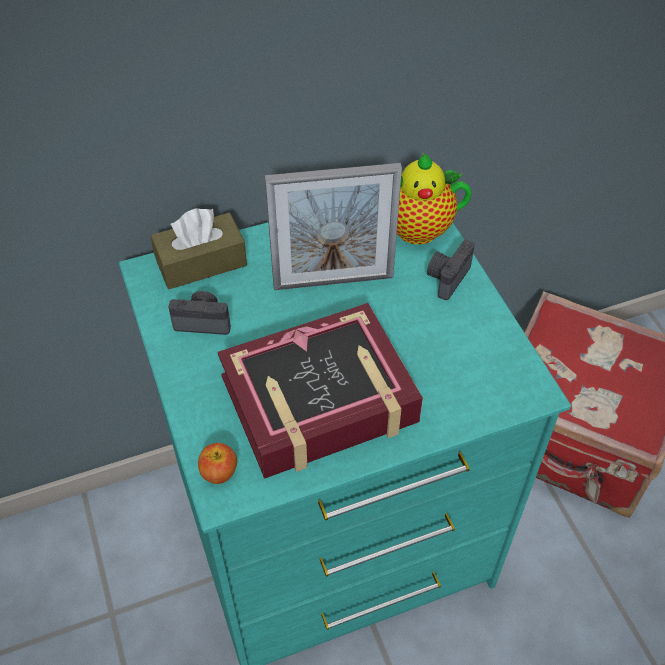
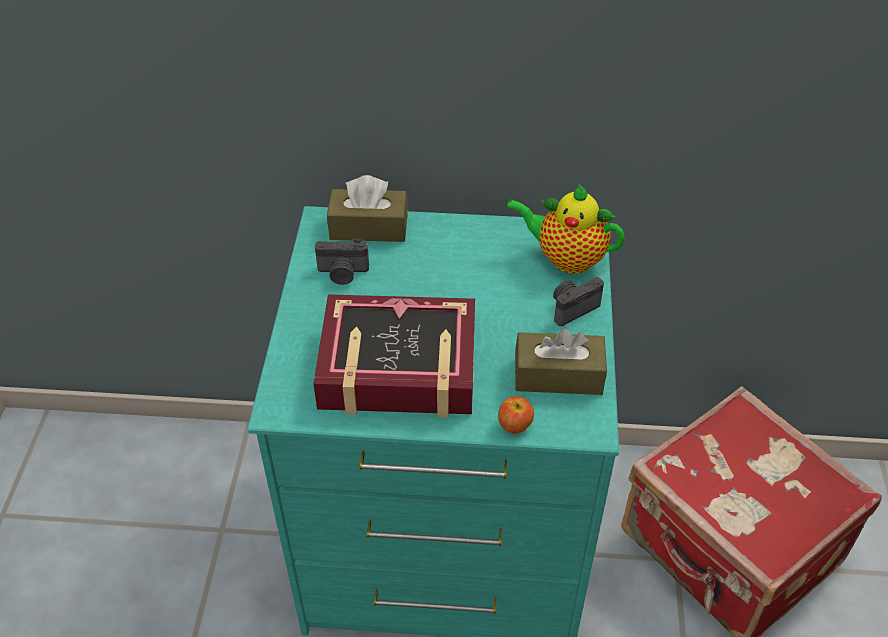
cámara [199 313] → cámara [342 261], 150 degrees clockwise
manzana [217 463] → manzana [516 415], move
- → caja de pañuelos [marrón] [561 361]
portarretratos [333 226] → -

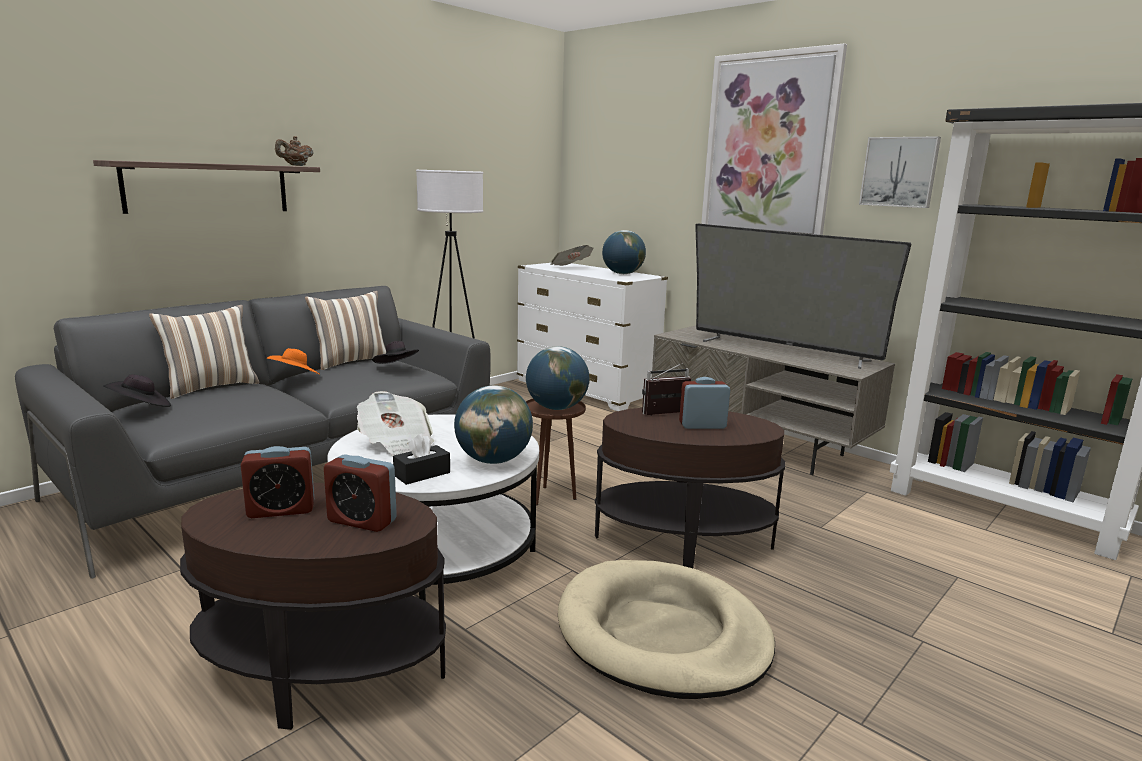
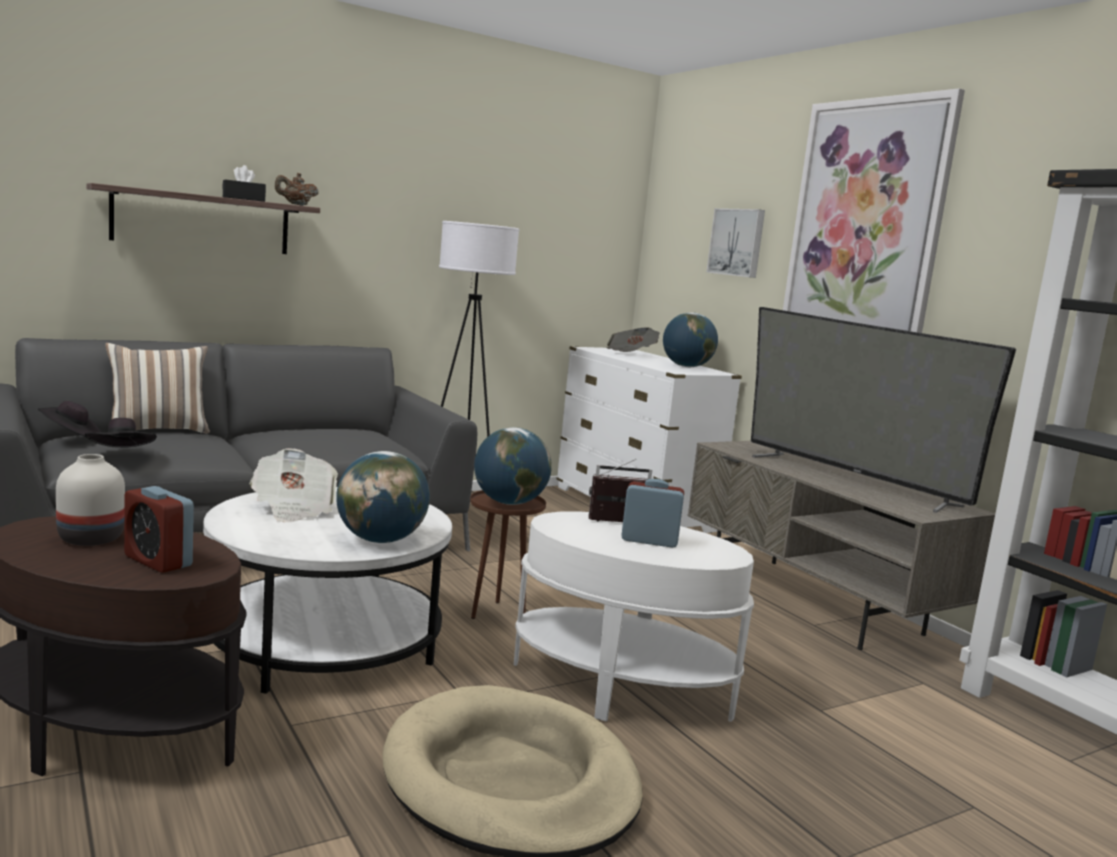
despertador [277 482] → florero [blanco] [90 500]
sombrero [negro] [395 352] → sombrero [negro] [121 433], move
caja de pañuelos [negro] [421 459] → caja de pañuelos [negro] [244 183], move
mesa auxiliar [marrón] [690 488] → mesa auxiliar [blanco] [634 616]
cuadro [900 172] → cuadro [736 243], move
sombrero [naranja] [293 361] → -
cojín [345 330] → -

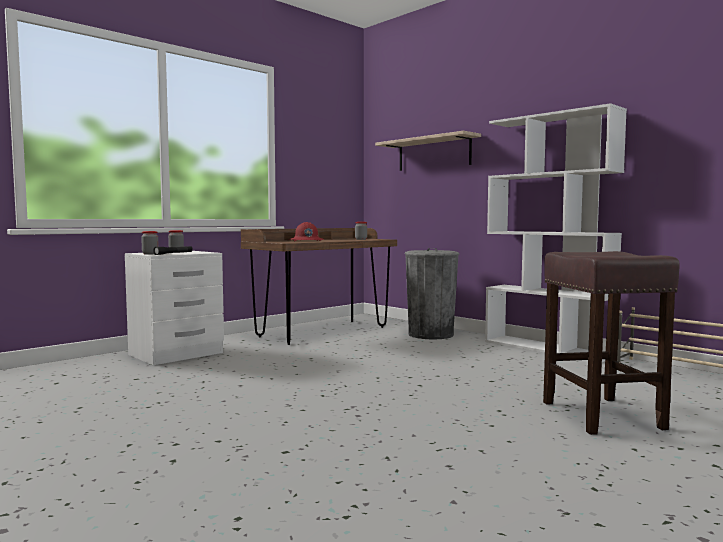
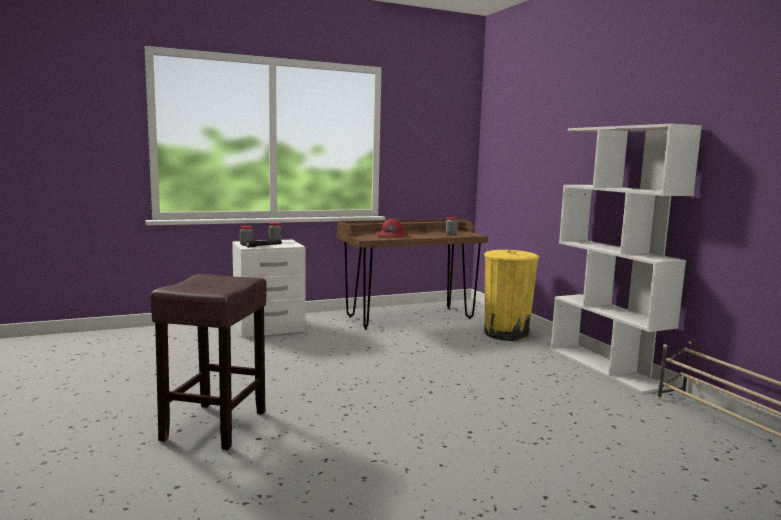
taburete [marrón] [611 343] → taburete [marrón] [208 362], move
papelera [gris] [432 294] → papelera [amarillo] [511 295]
estante [428 151] → -

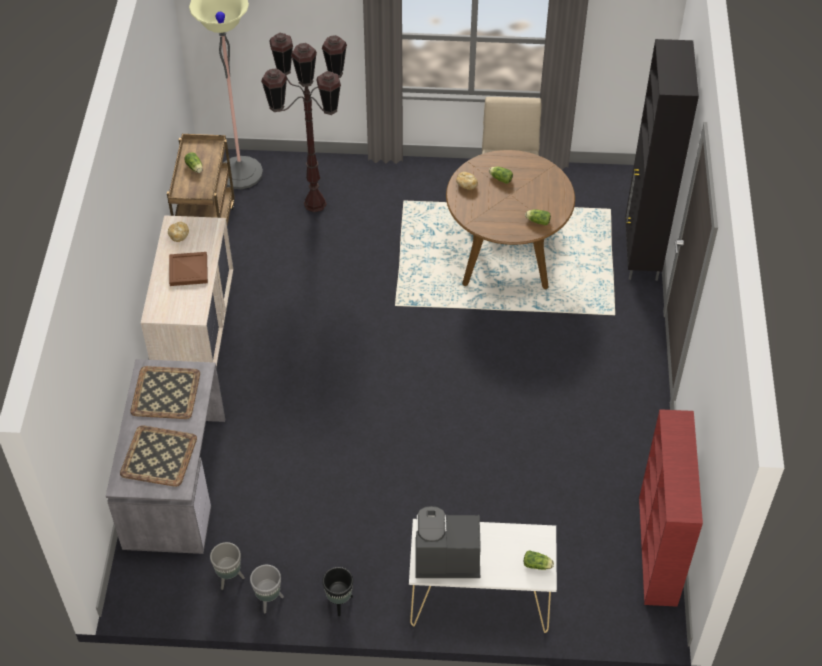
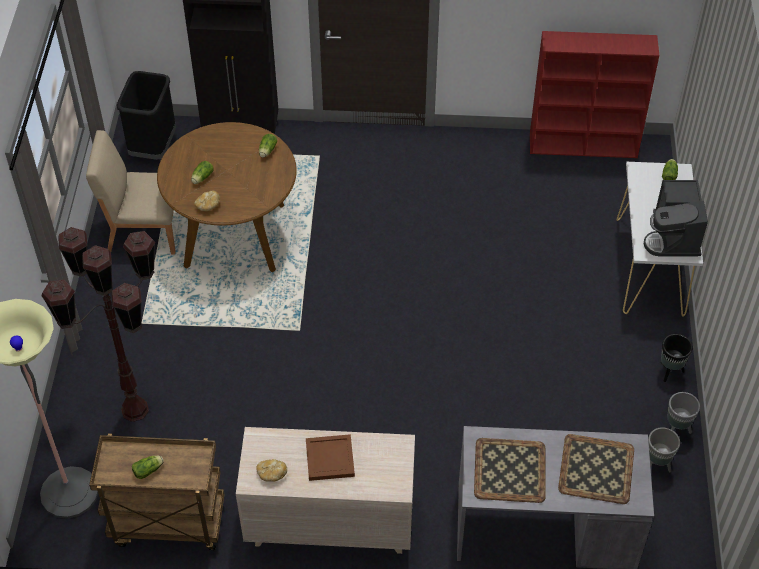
- → papelera [negro] [146 115]

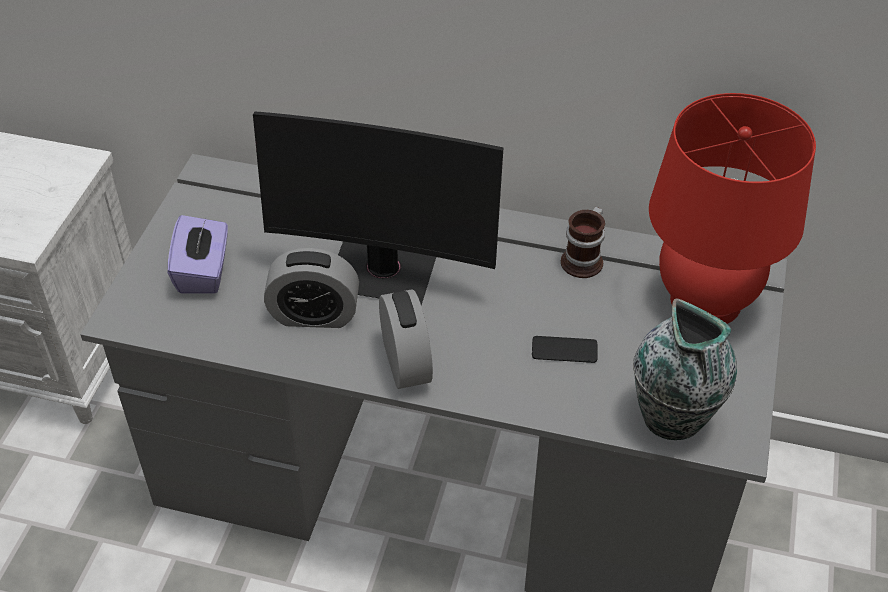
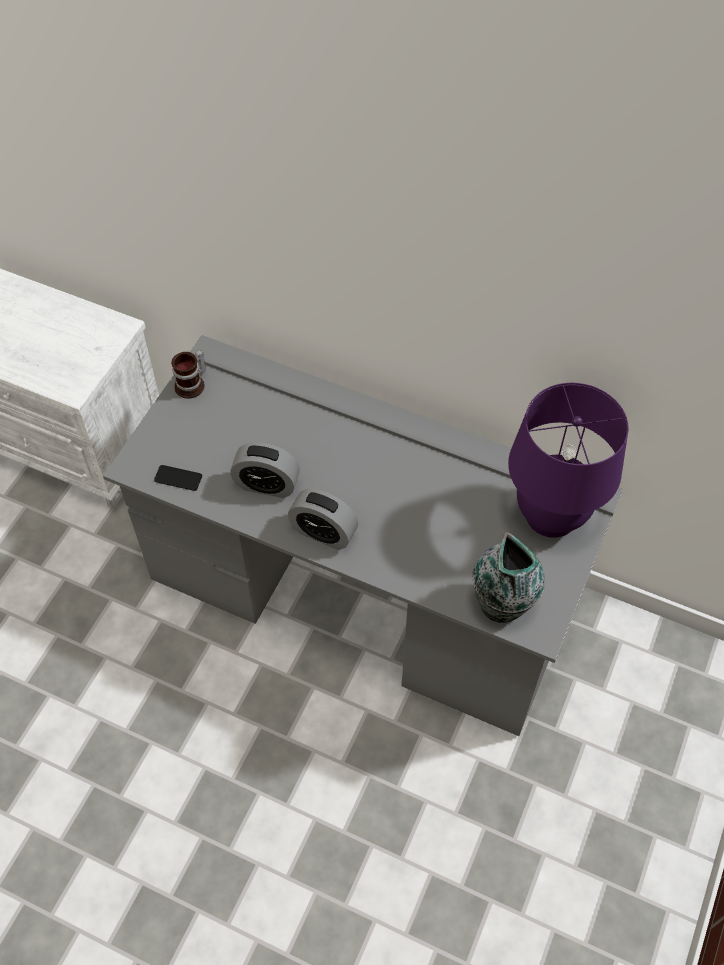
móvil [565 349] → móvil [178 478], move
taza grande [583 242] → taza grande [188 374], move
despertador [406 339] → despertador [323 519], 120 degrees clockwise
lámpara de mesa [rojo] [732 208] → lámpara de mesa [morado] [568 460]
caja de pañuelos [morado] [198 254] → -
monitor [378 208] → -

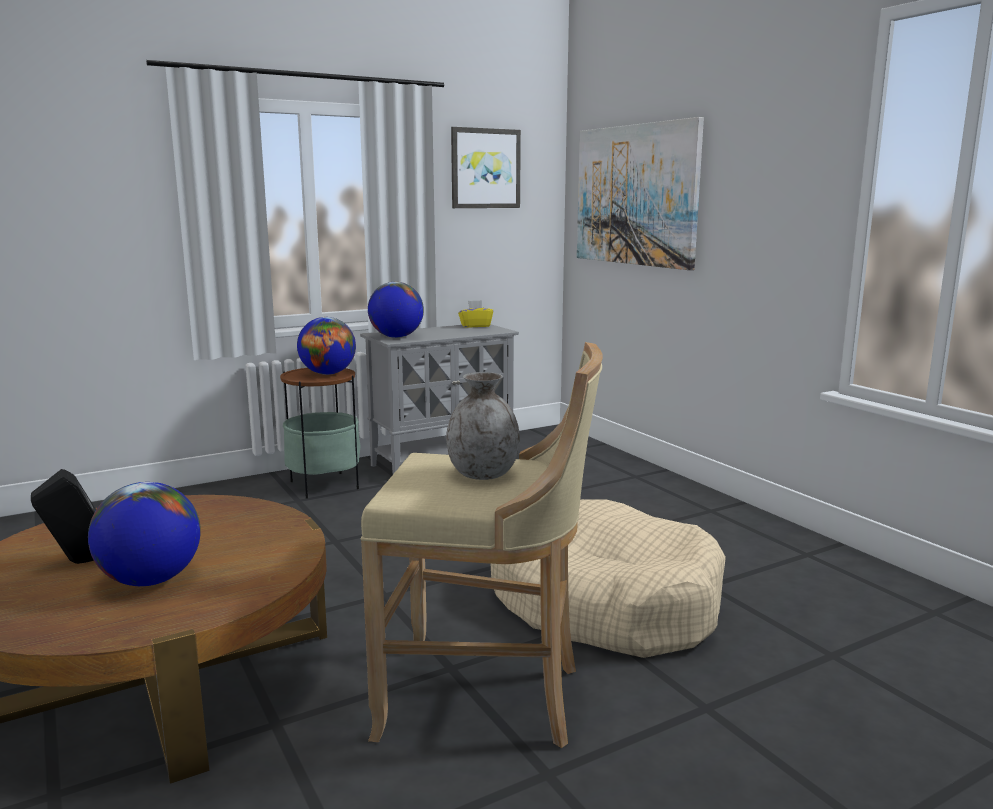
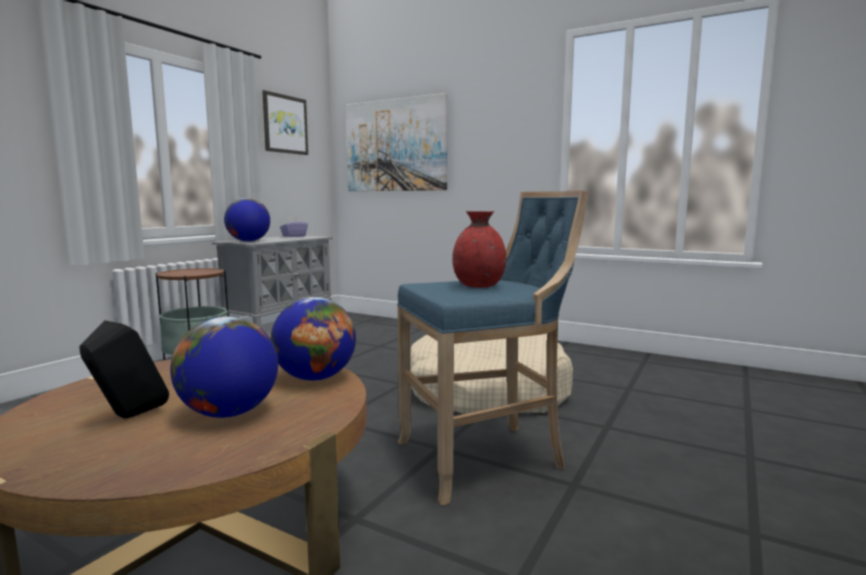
globo terráqueo [326 346] → globo terráqueo [313 339], move
caja de pañuelos [amarillo] [475 314] → caja de pañuelos [morado] [294 227]
taburete [beis] [481 545] → taburete [azul] [493 347]
florero [gris] [483 426] → florero [rojo] [479 249]

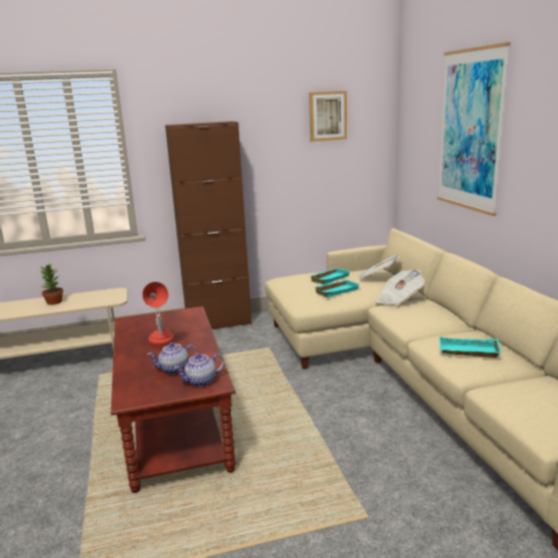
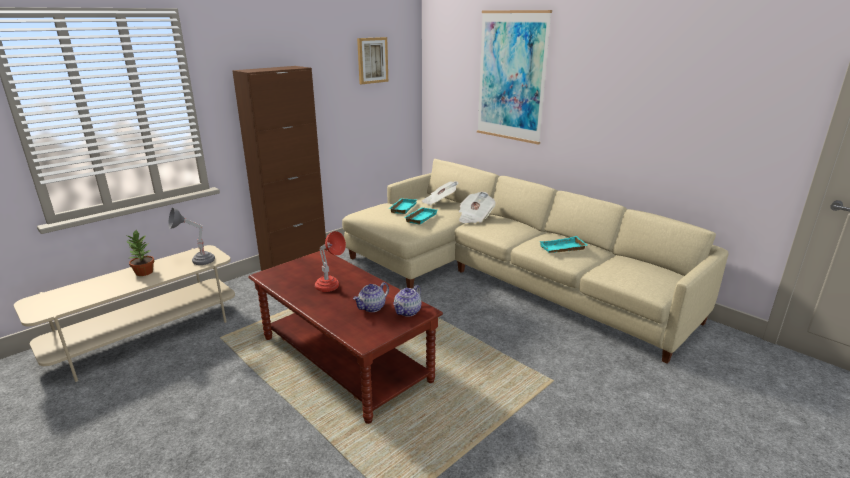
- → lámpara de mesa [gris] [191 236]

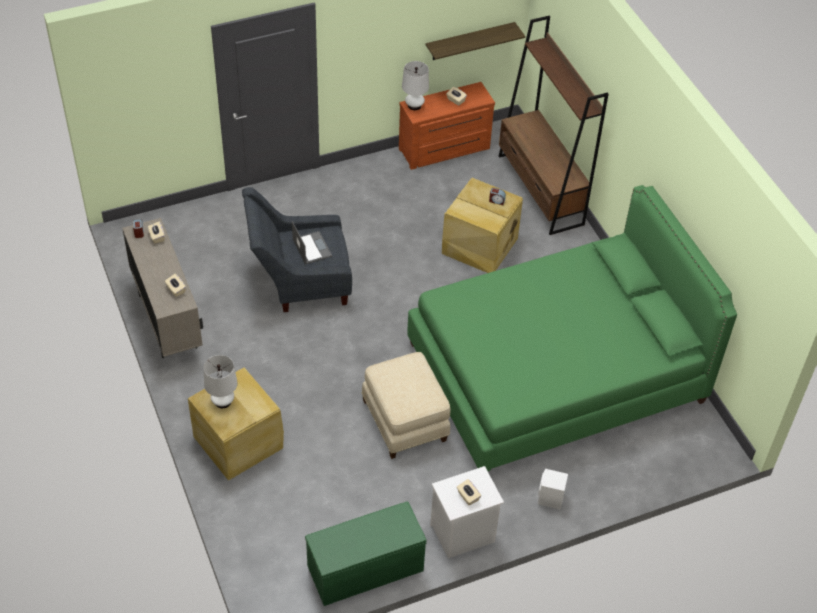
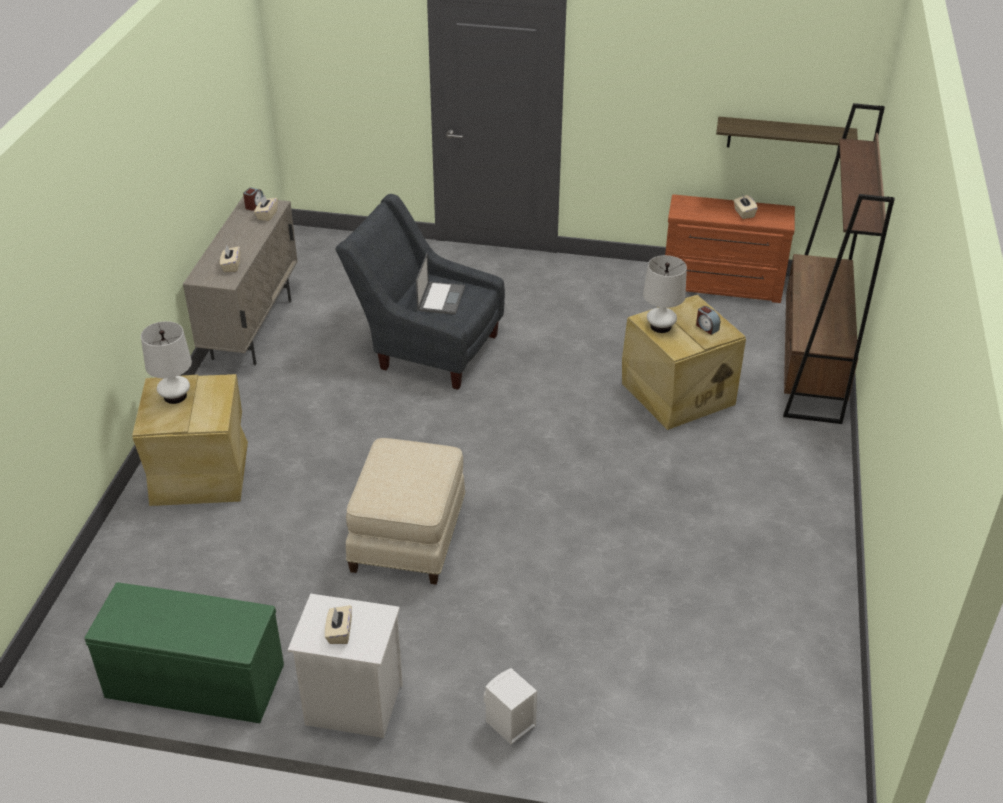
lámpara de mesa [blanco] [415 85] → lámpara de mesa [blanco] [665 294], move
cama [verde] [572 328] → -

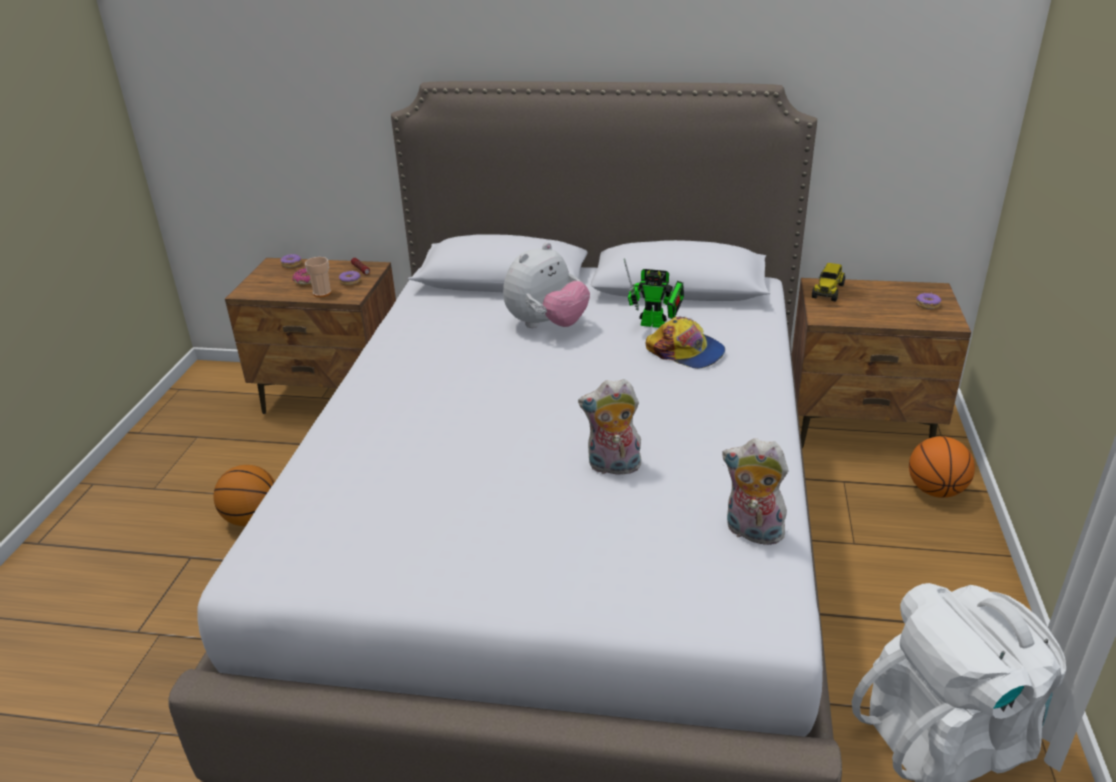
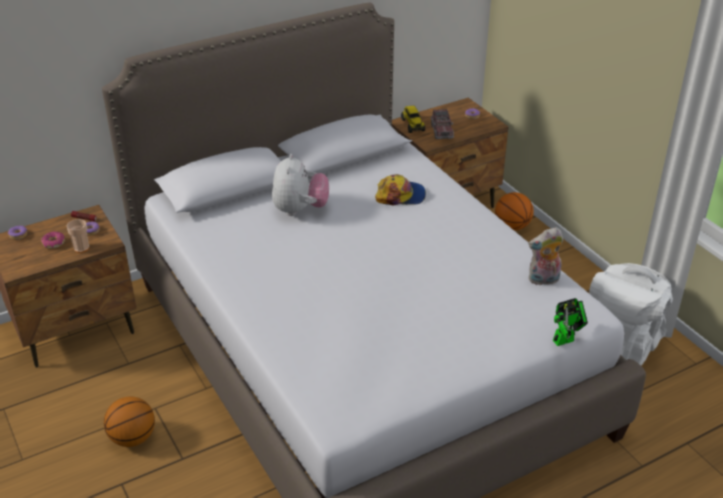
- → camión de juguete [442 124]
robot de juguete [654 293] → robot de juguete [570 322], move
peluche [609 428] → -

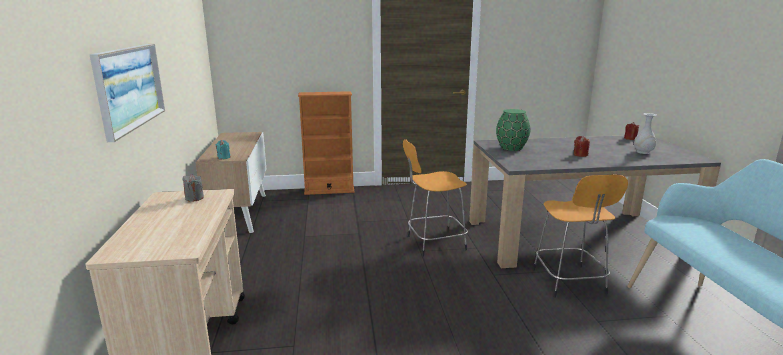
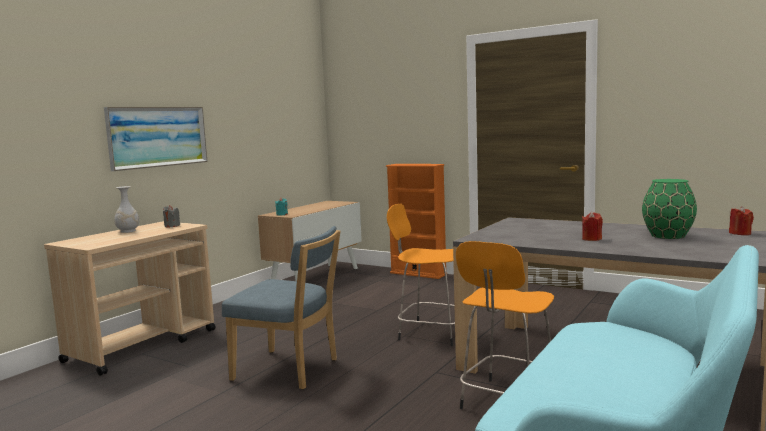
florero [blanco] [645 133] → florero [blanco] [126 209], move
- → silla [azul] [281 307]
florero [verde] [513 130] → florero [verde] [669 209], move

